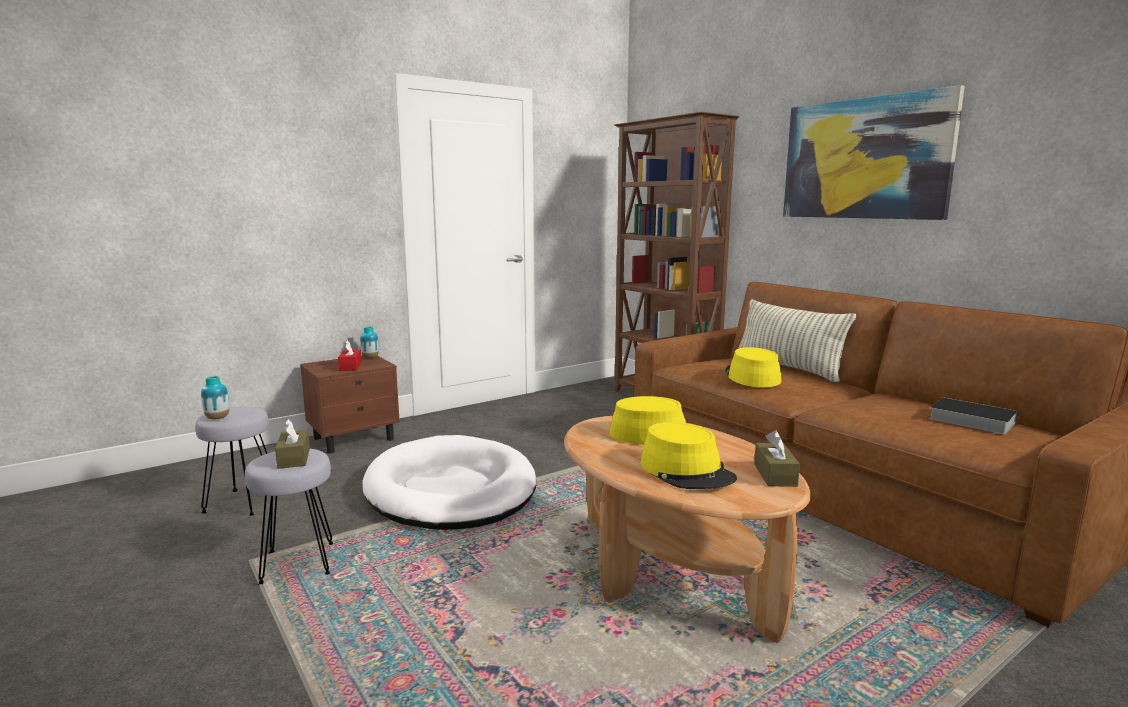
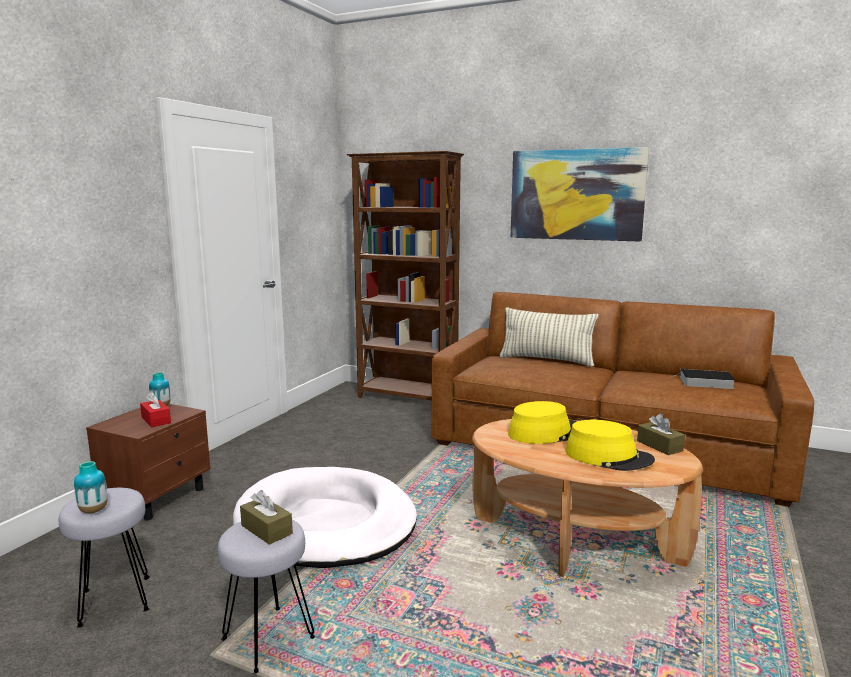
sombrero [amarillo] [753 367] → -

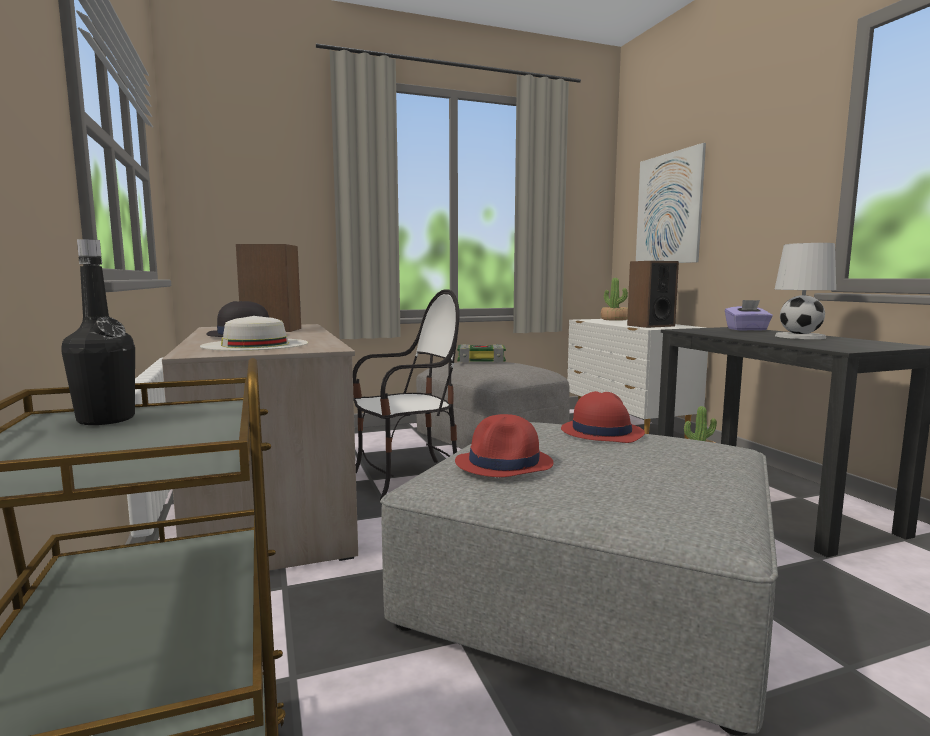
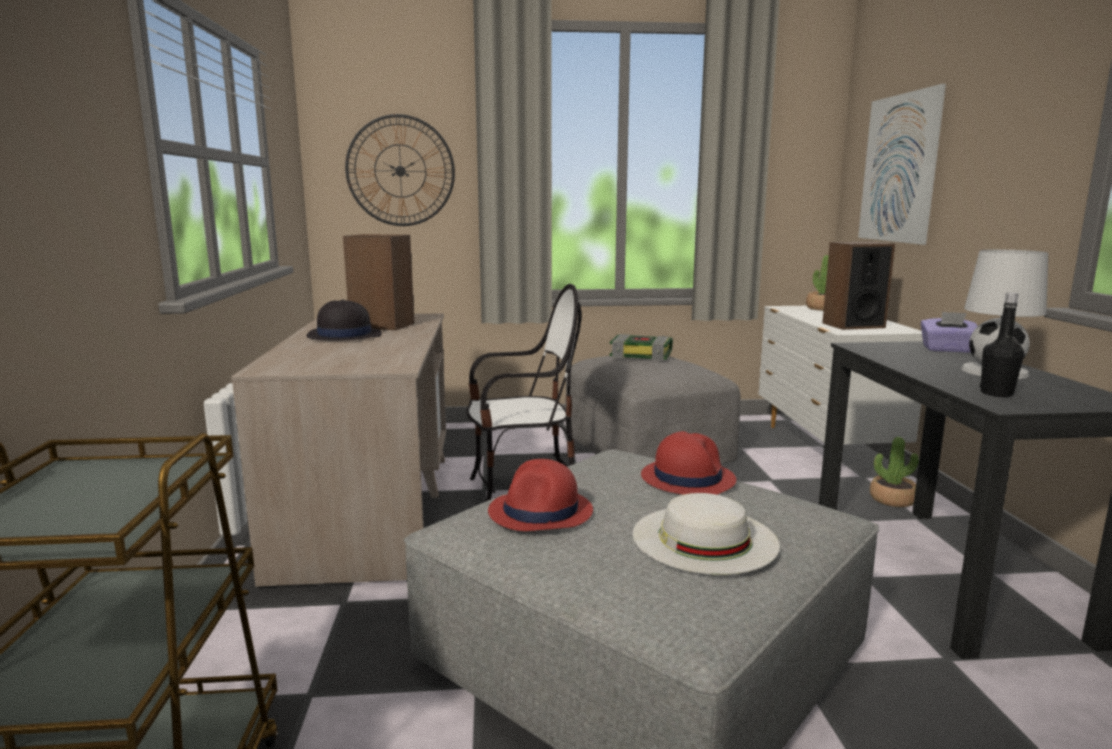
- → reloj de pared [400 170]
sombrero [blanco] [254 333] → sombrero [blanco] [706 534], move
botella [negro] [98 332] → botella [negro] [1002 345], move

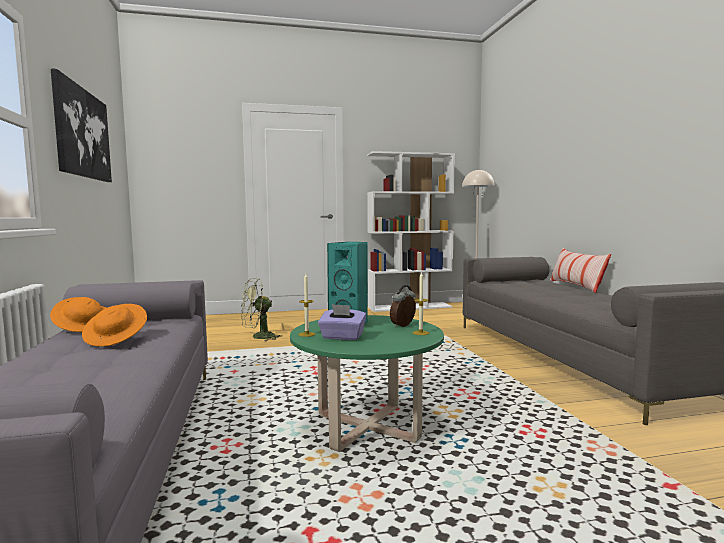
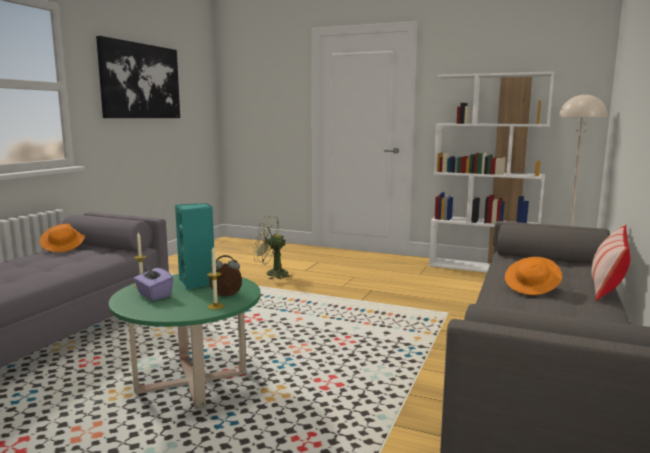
sombrero [naranja] [114 325] → sombrero [naranja] [533 276], move

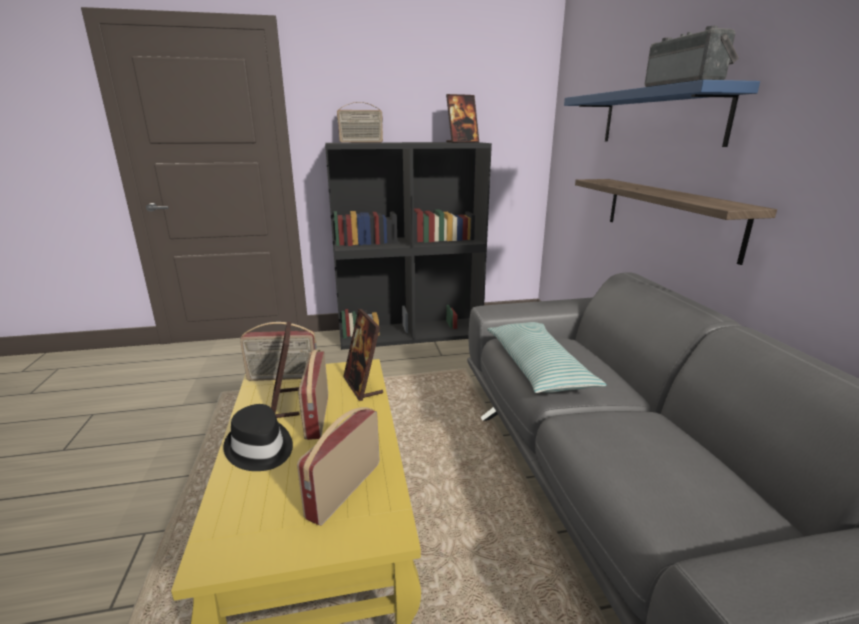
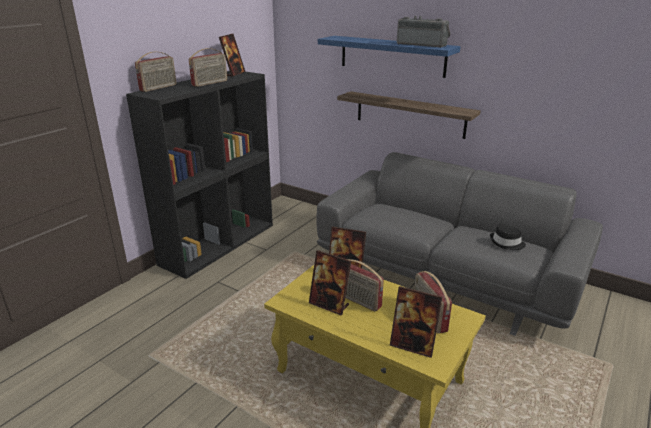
radio [278 351] → radio [208 67], move
- → portarretratos [416 322]
sombrero [negro] [258 437] → sombrero [negro] [508 237], move
cojín [547 357] → -

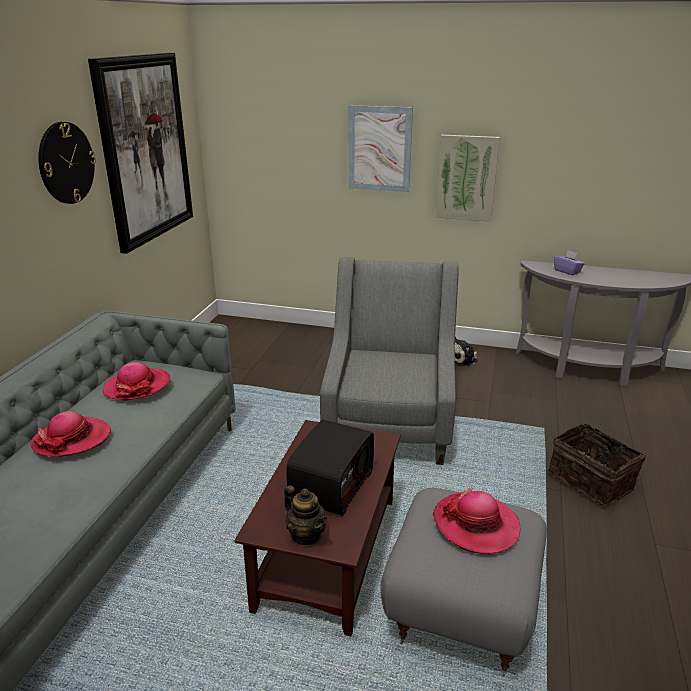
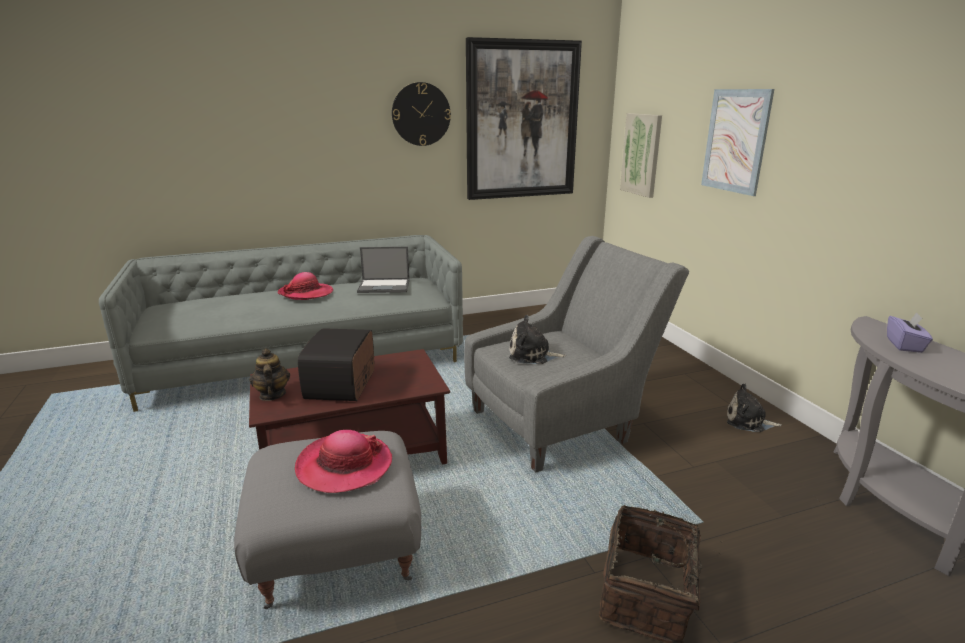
tetera [306 515] → tetera [269 374], 150 degrees clockwise
radio [330 468] → radio [336 364], 105 degrees clockwise
sombrero [136 381] → portátil [383 270]
- → peluche [537 339]
cuadro [468 178] → cuadro [641 155], move

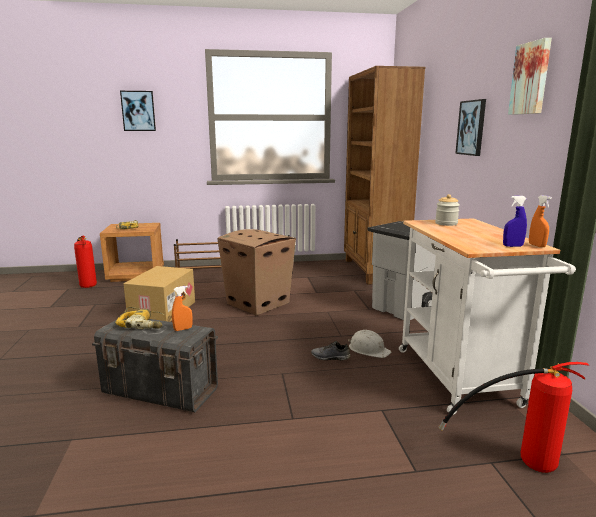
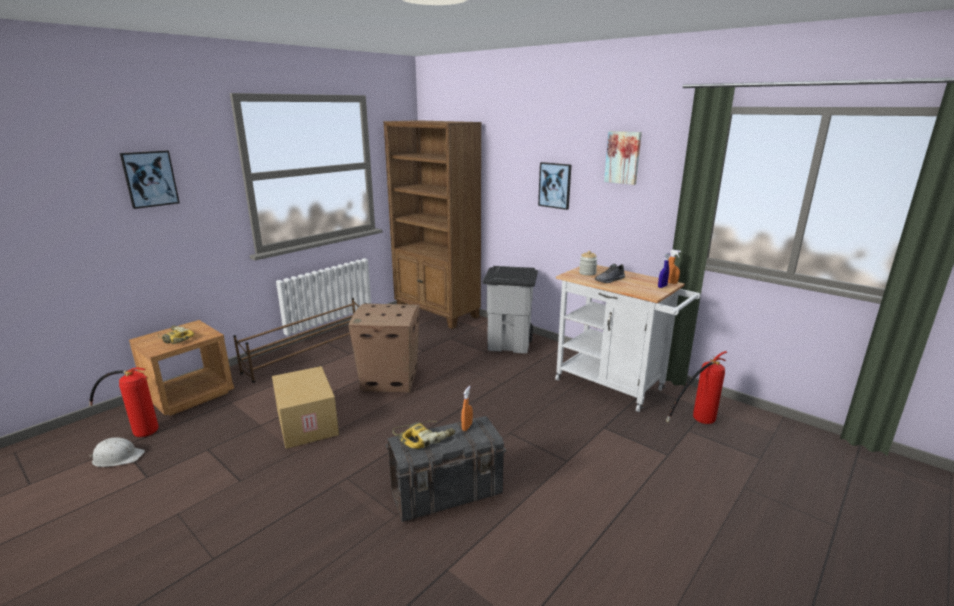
casco [blanco] [369 344] → casco [blanco] [117 452], move
zapato [gris] [331 350] → zapato [gris] [610 273], move

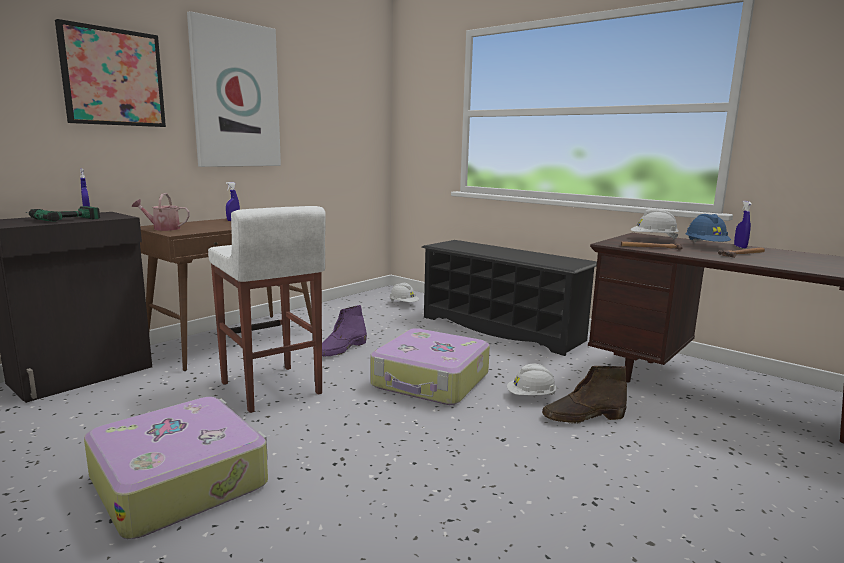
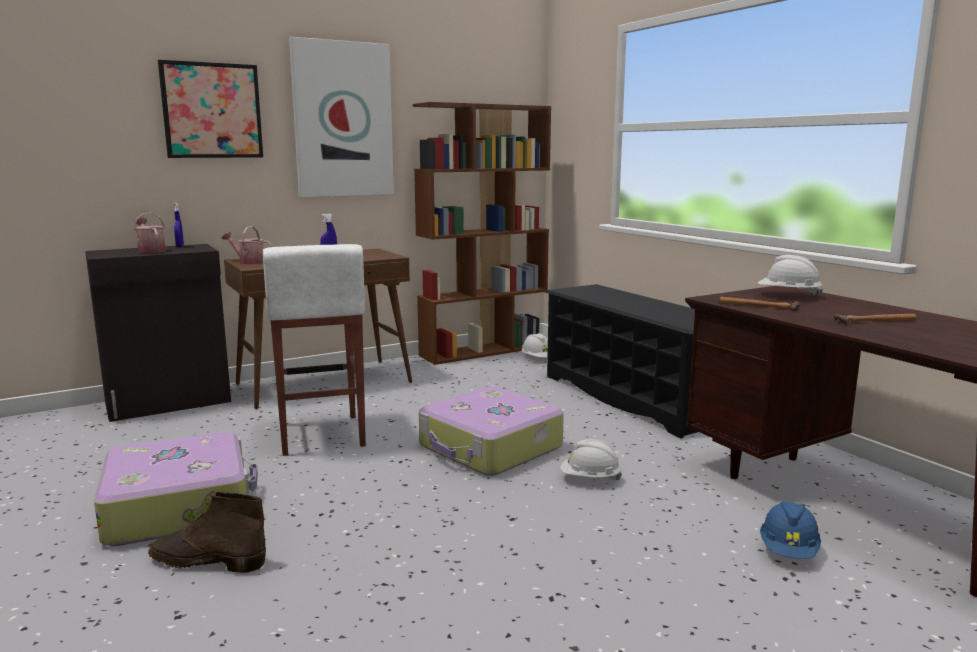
taladro [63 214] → regadera [150 232]
bota [marrón] [584 395] → bota [marrón] [207 532], move
- → estantería [marrón] [482 233]
casco [azul] [708 228] → casco [azul] [790 530], move
bota [morado] [344 331] → -
pulverizador [azul] [743 224] → -

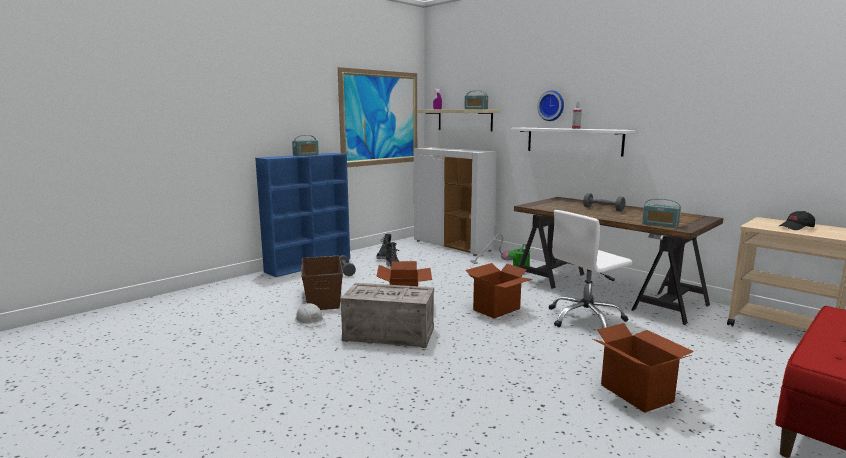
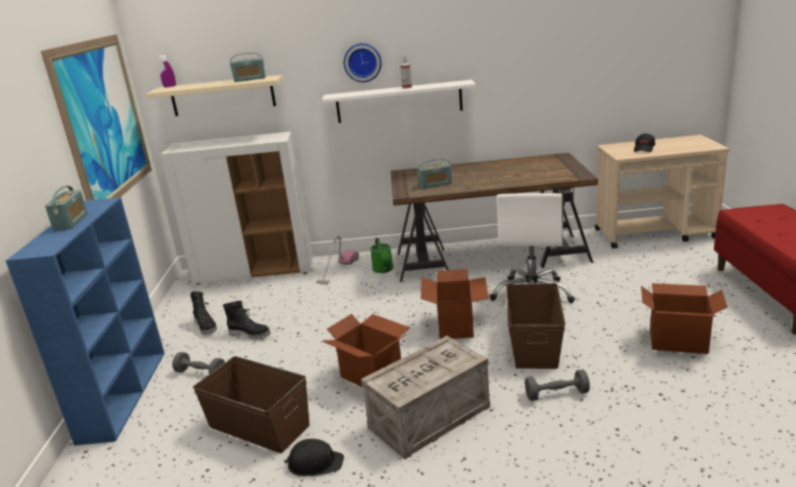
casco [blanco] [310 315] → casco [negro] [314 458]
radio [661 213] → radio [434 173], move
- → caja de almacenaje [marrón] [536 326]
mancuerna [gris] [604 202] → mancuerna [gris] [557 385], move

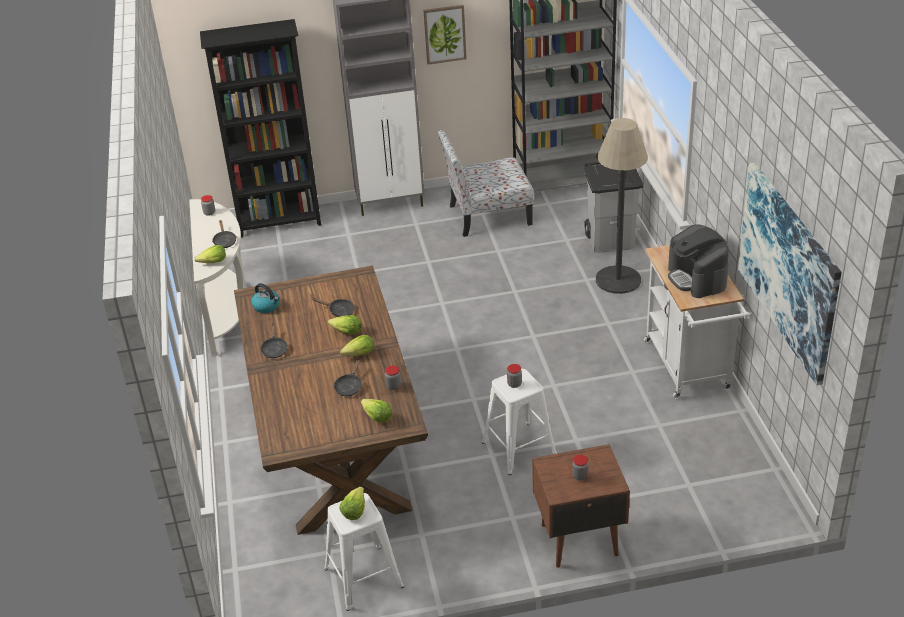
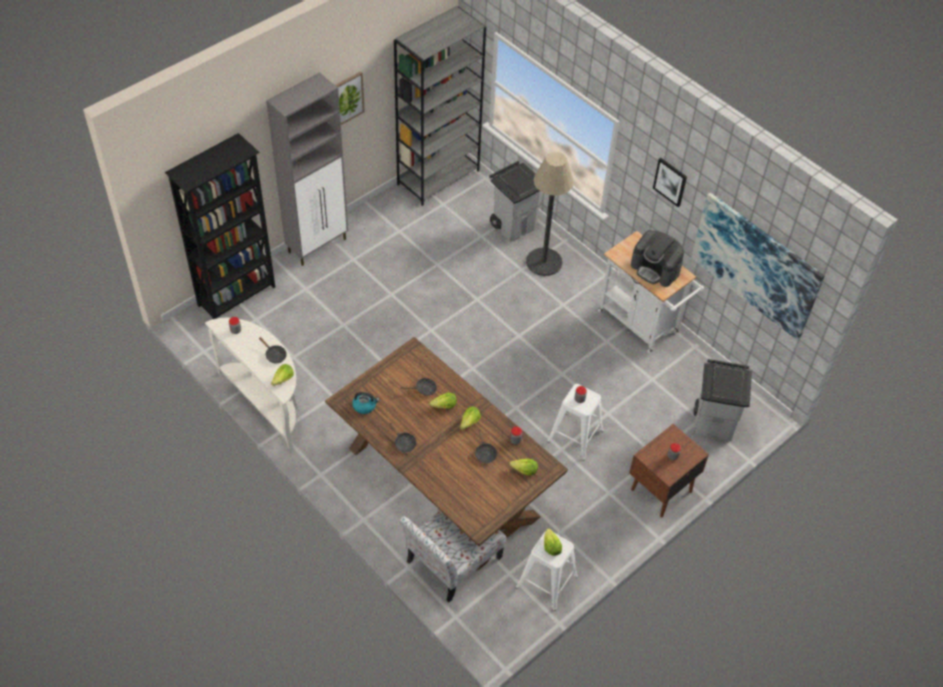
silla [486 183] → silla [453 556], move
- → cuadro [670 182]
- → papelera [gris] [722 400]

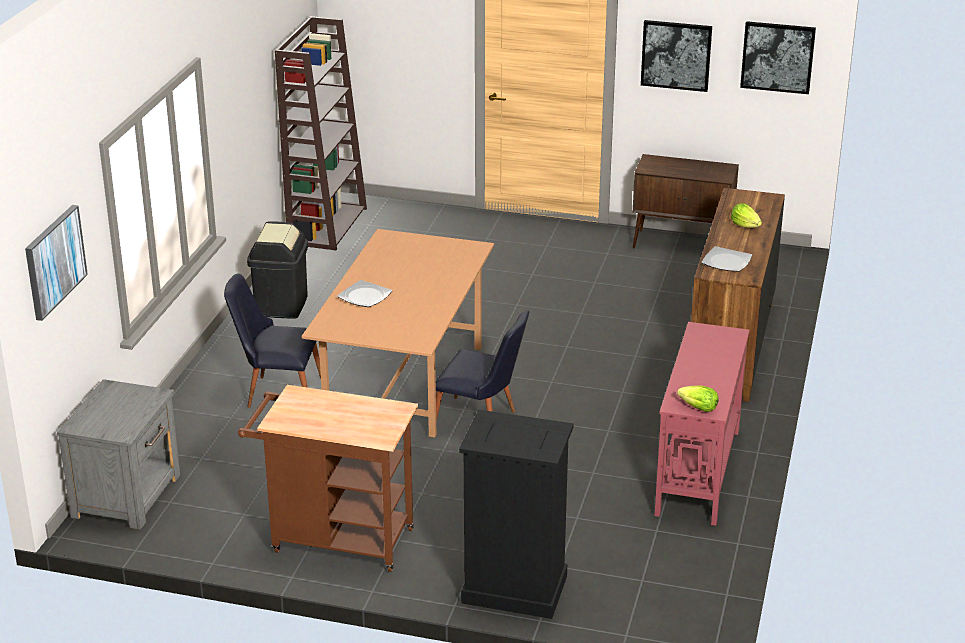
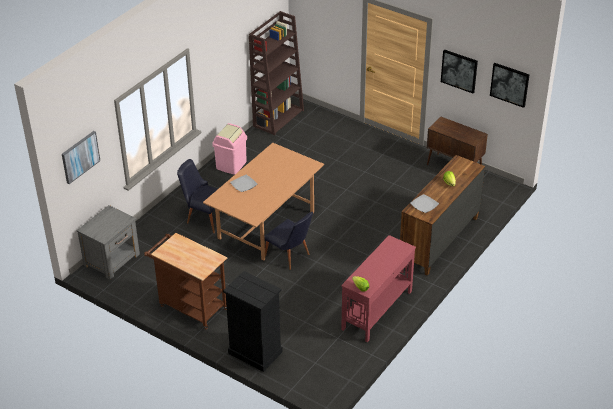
papelera [negro] [277 270] → papelera [rosa] [229 149]

